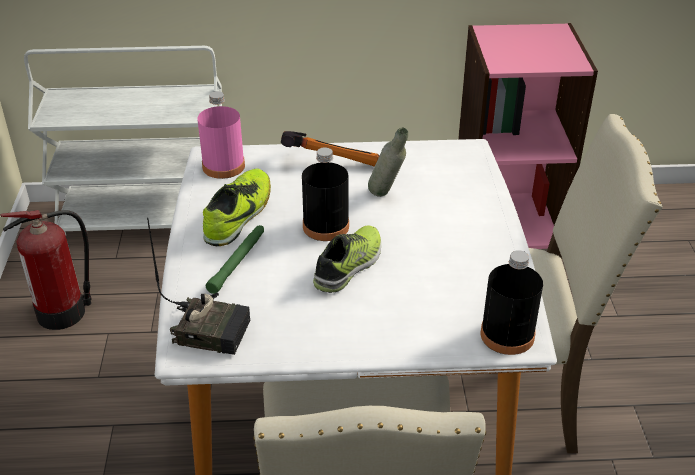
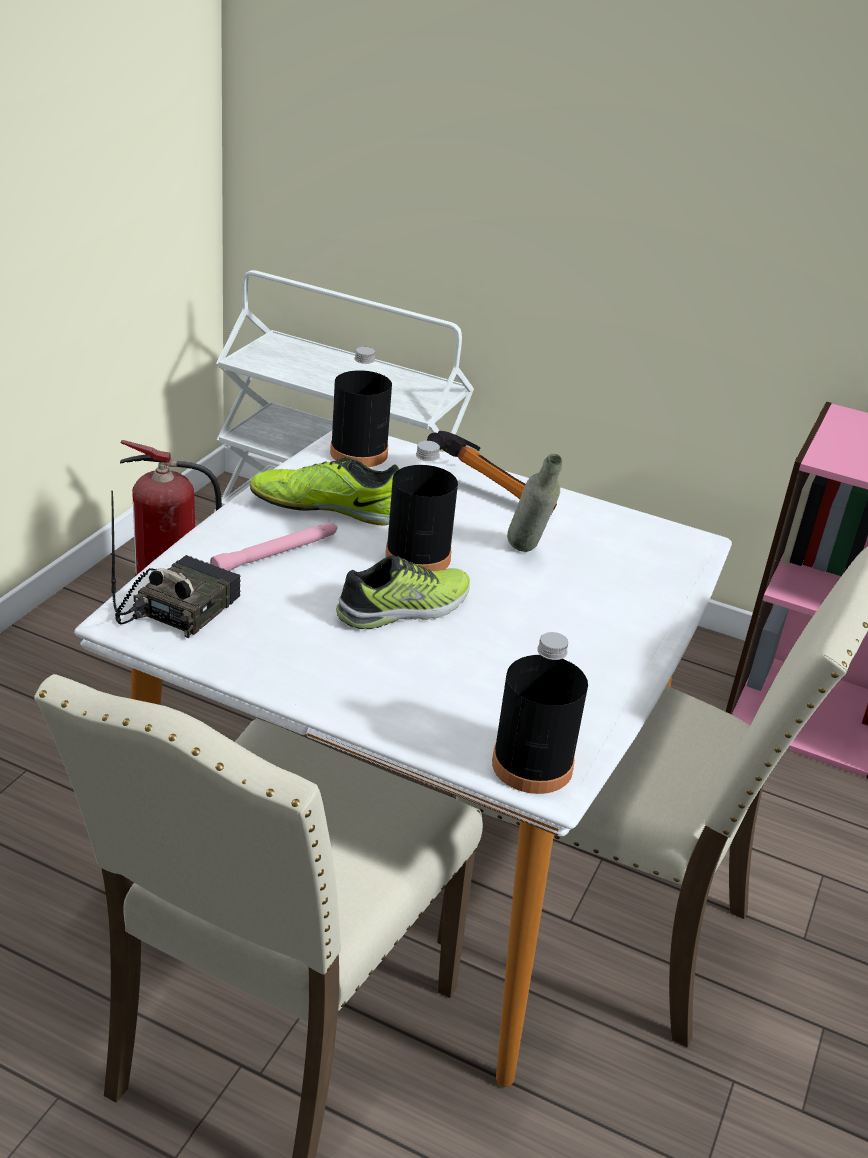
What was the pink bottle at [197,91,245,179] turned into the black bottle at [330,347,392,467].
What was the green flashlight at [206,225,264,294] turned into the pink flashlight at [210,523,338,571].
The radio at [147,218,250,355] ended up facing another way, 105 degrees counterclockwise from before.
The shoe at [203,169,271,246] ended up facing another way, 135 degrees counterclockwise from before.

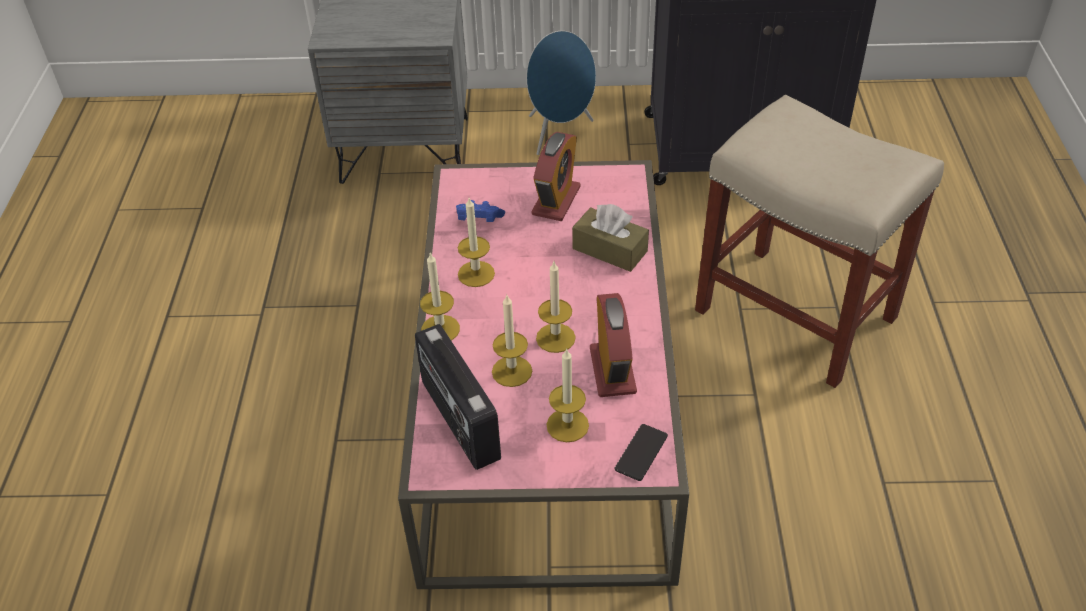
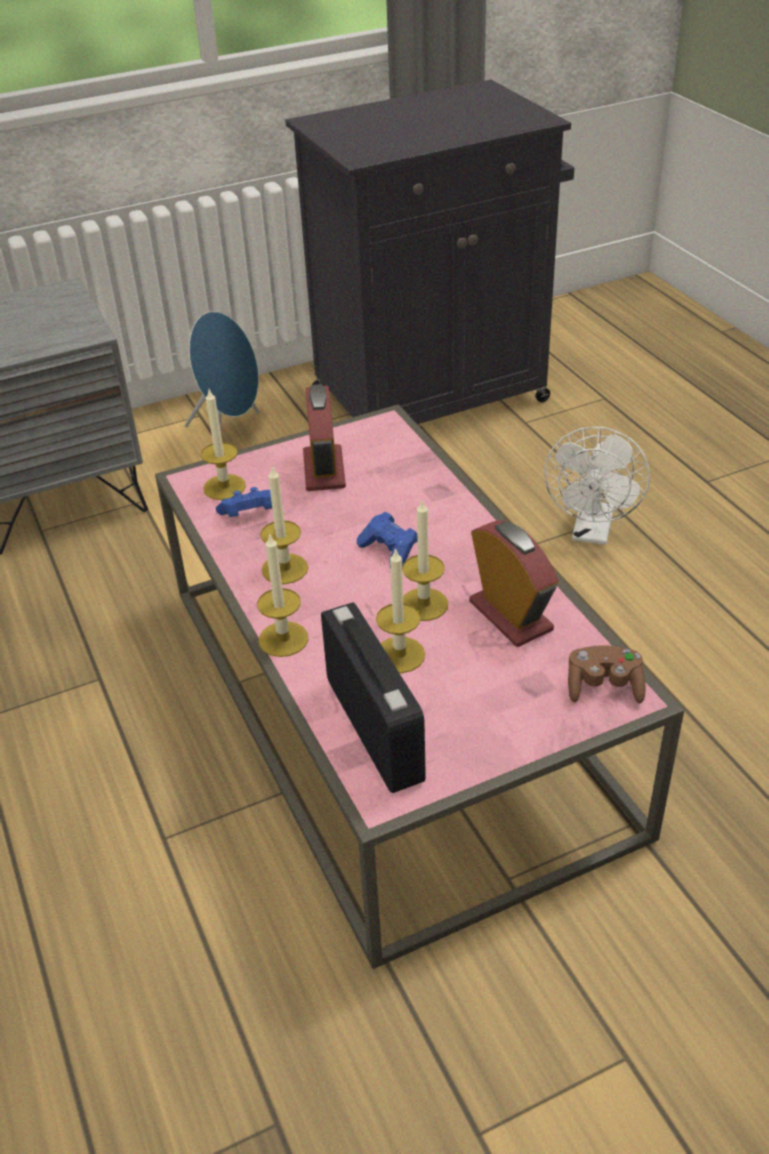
The second view lost the brown tissue box at [572,204,649,272].
The second view gained the blue game controller at [357,512,418,569].
The candle ended up elsewhere, having gone from [547,348,589,442] to [201,389,246,500].
Where the phone stood at [614,424,668,481], the brown game controller came to stand at [568,646,646,704].
Where the beige stool stood at [695,95,944,388], the white fan came to stand at [544,427,650,545].
The radio at [415,324,501,470] ended up facing another way, 150 degrees counterclockwise from before.

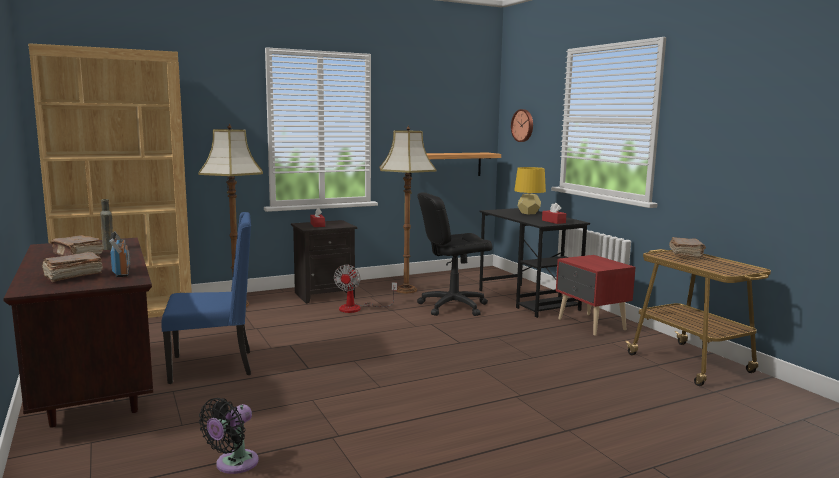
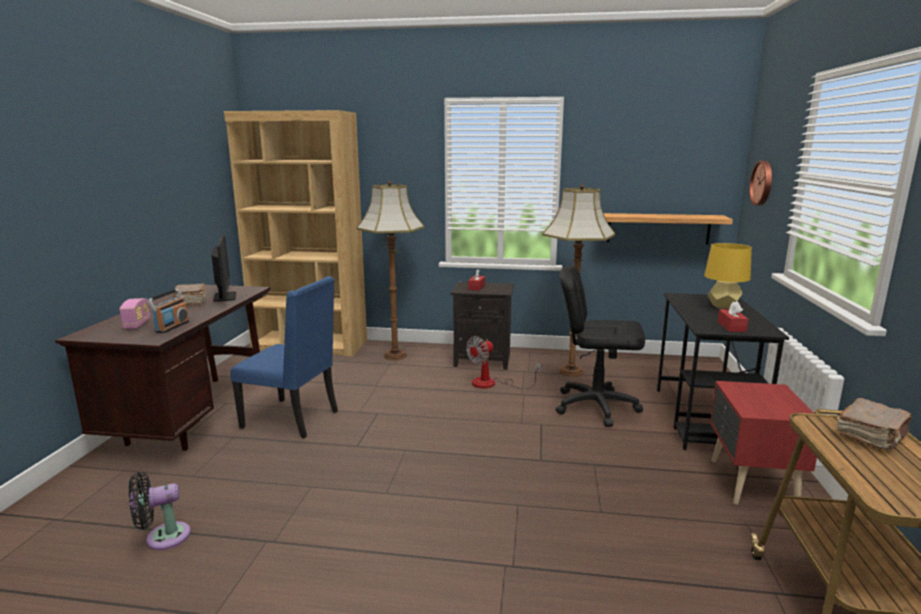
Where the brown book stood at [42,252,103,282], the radio came to stand at [120,298,150,329].
Where the brown bottle stood at [100,199,113,250], the monitor came to stand at [211,233,236,302].

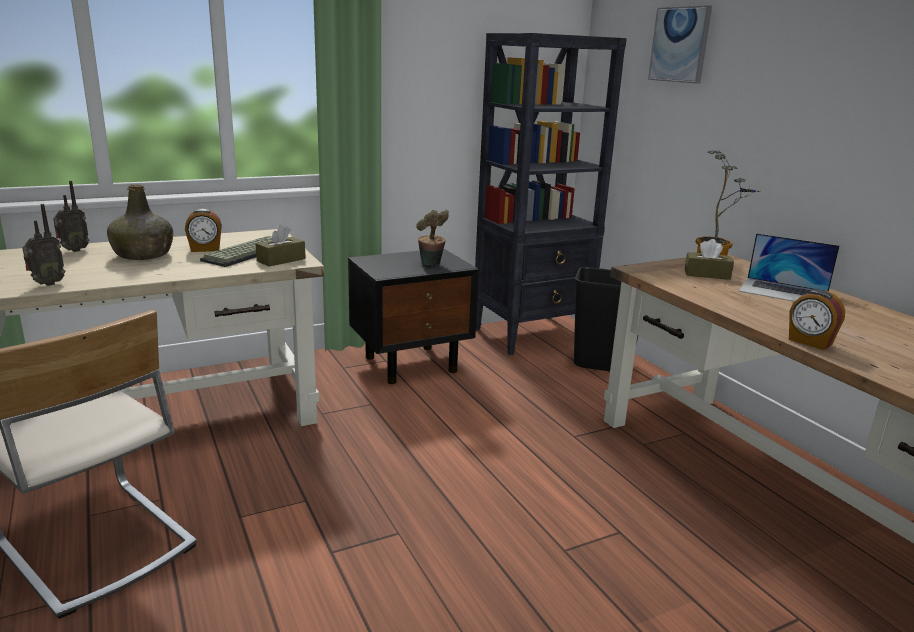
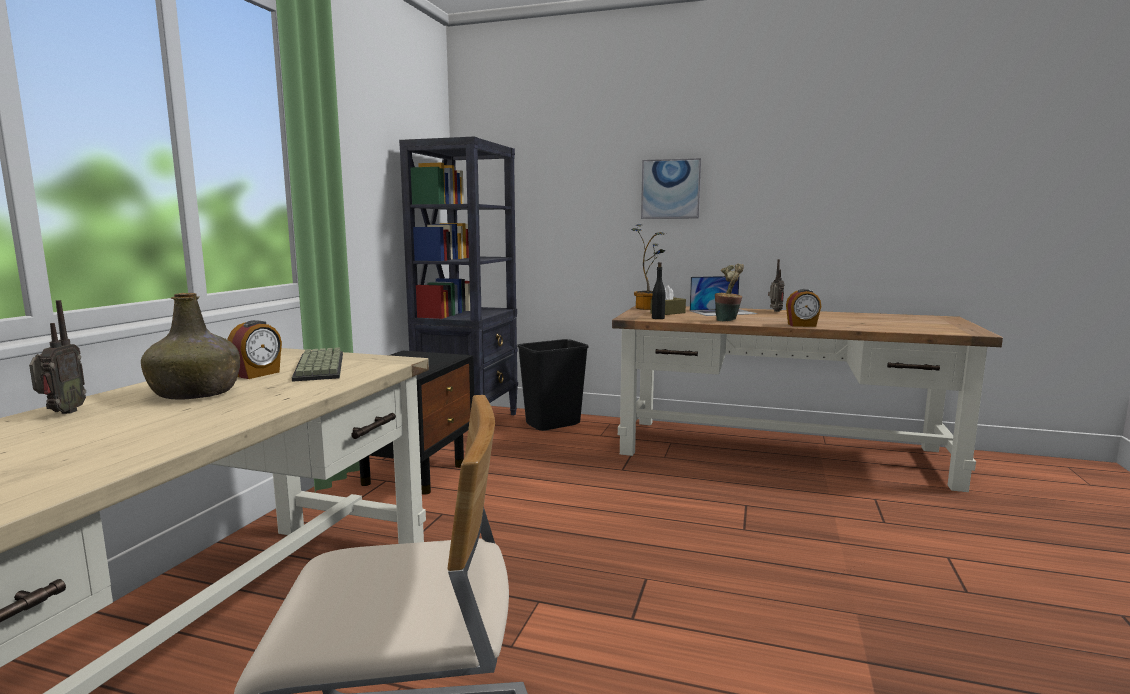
The second view lost the brown tissue box at [255,225,306,267].
The second view gained the black bottle at [652,262,665,319].
The radio ended up elsewhere, having gone from [22,204,65,286] to [768,259,784,312].
The potted plant ended up elsewhere, having gone from [416,209,449,265] to [715,264,744,322].
The picture ended up elsewhere, having gone from [648,5,712,84] to [641,158,701,219].

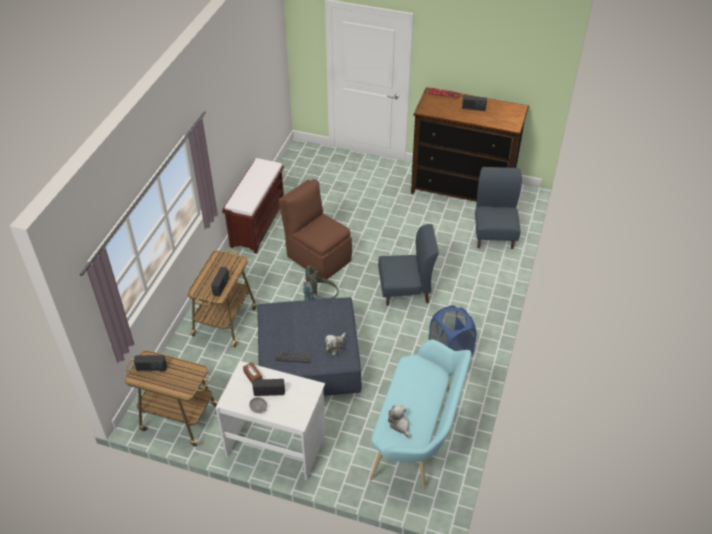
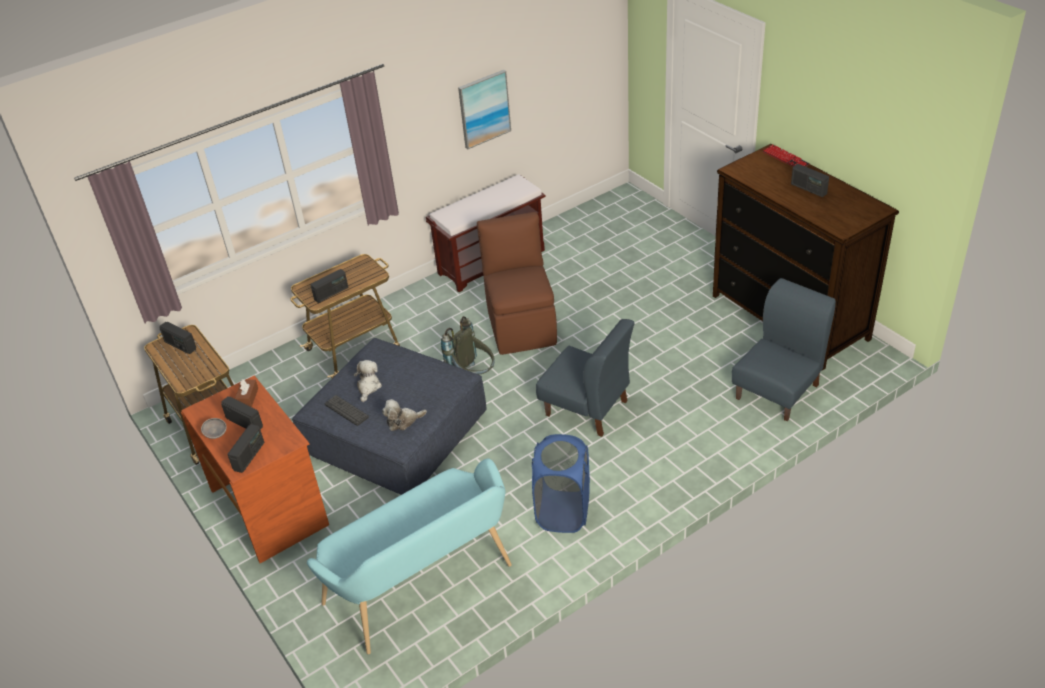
The second view gained the radio at [227,424,264,473].
The second view gained the picture at [458,70,511,149].
The plush toy ended up elsewhere, having gone from [388,405,411,438] to [354,360,382,402].
What was the white desk at [216,361,325,480] turned into the brown desk at [181,375,329,563].

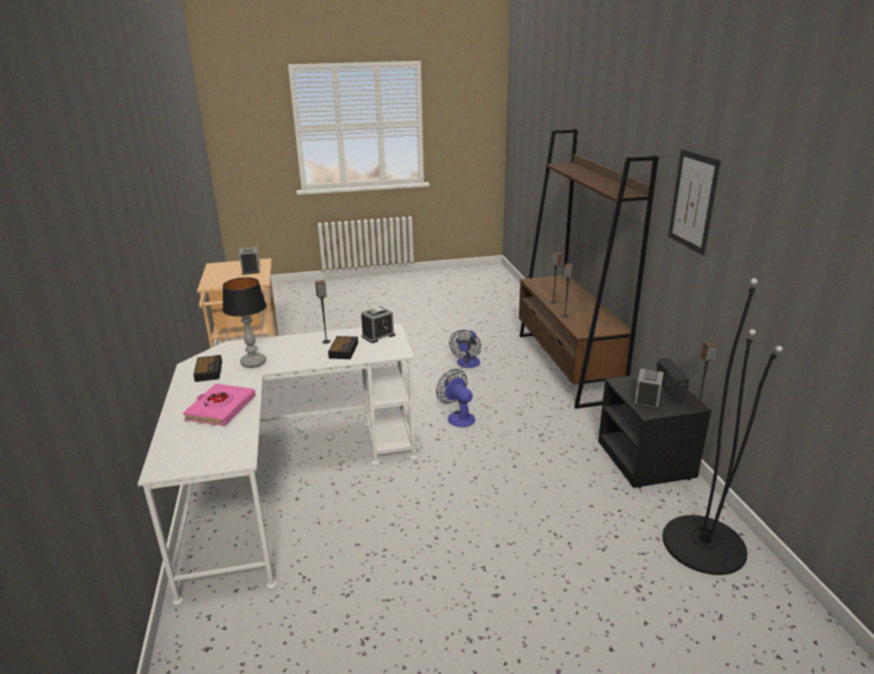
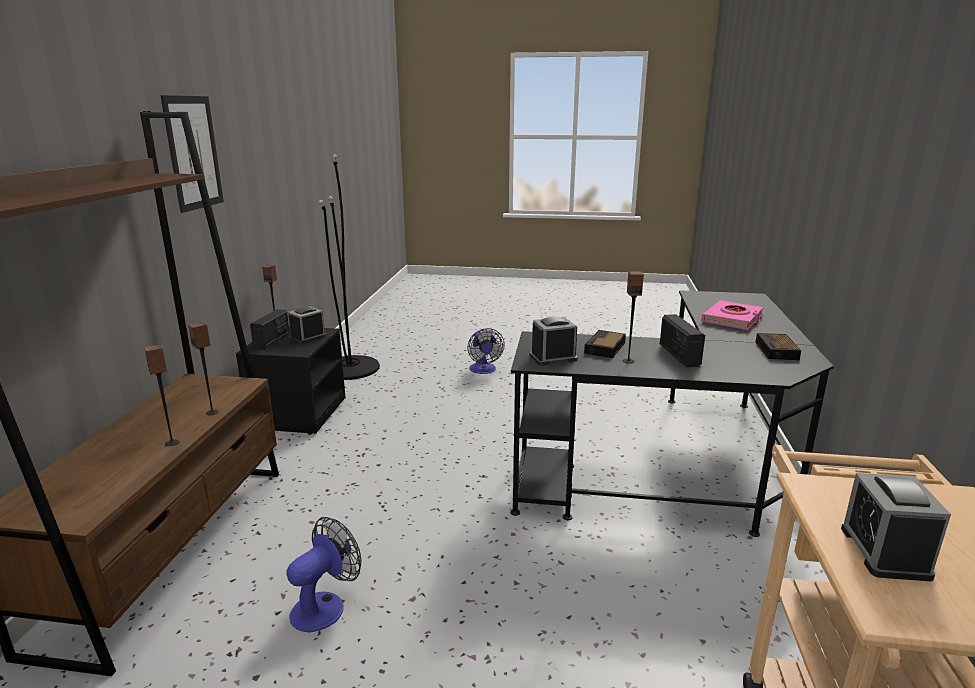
The second view lost the table lamp at [222,277,267,368].
The second view gained the radio at [660,314,705,367].
The fan ended up elsewhere, having gone from [436,369,475,428] to [467,328,505,374].
What was the white desk at [138,323,417,605] turned into the black desk at [510,290,834,537].

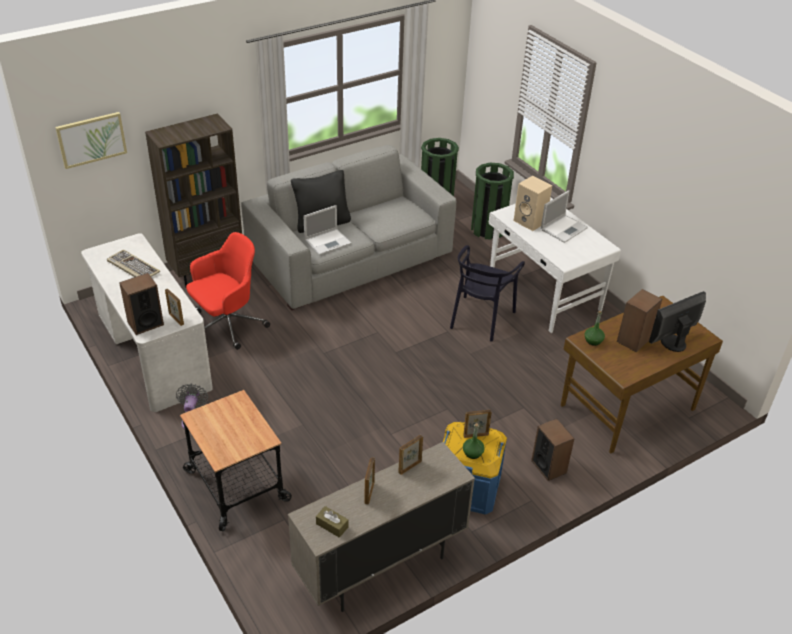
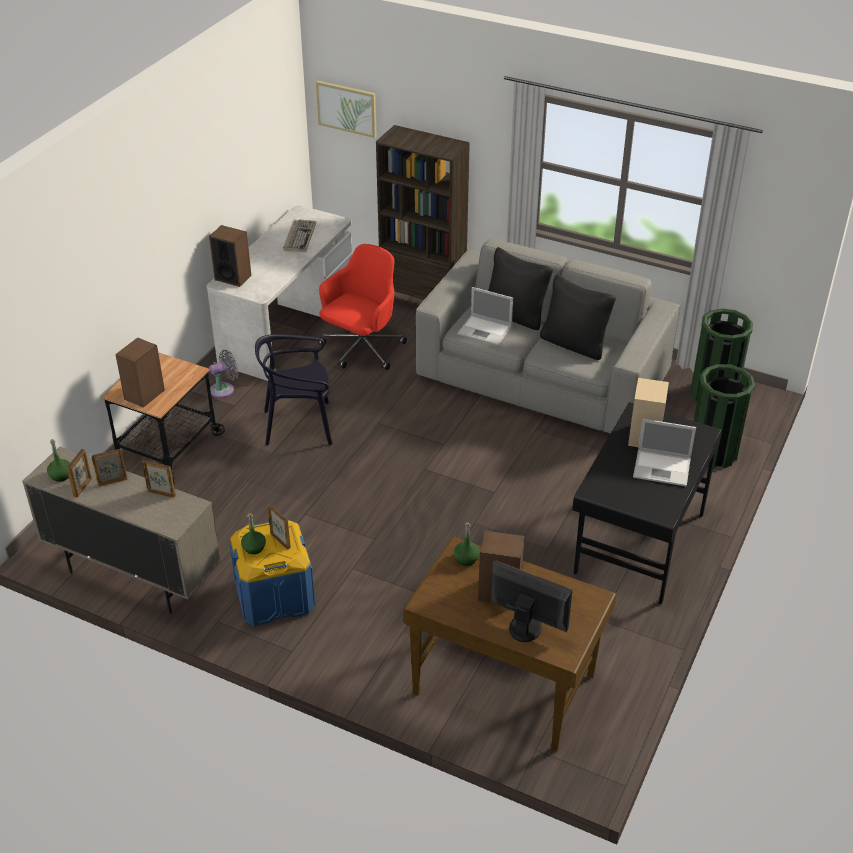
The second view gained the black pillow at [540,275,616,360].
The picture frame ended up elsewhere, having gone from [165,289,184,326] to [67,449,92,498].
The black chair ended up elsewhere, having gone from [450,245,525,342] to [255,334,333,445].
The speaker ended up elsewhere, having gone from [531,419,575,481] to [115,337,165,408].
Where the brown tissue box stood at [316,506,349,538], the green bottle came to stand at [47,439,70,482].
What was the white desk at [489,197,621,333] turned into the black desk at [572,402,722,604].
The red office chair at [186,232,270,350] ended up facing another way, 75 degrees counterclockwise from before.

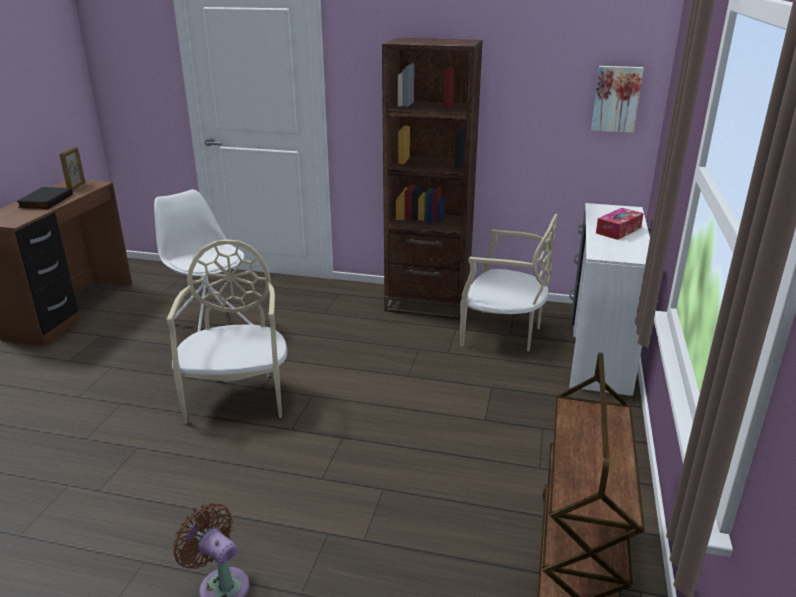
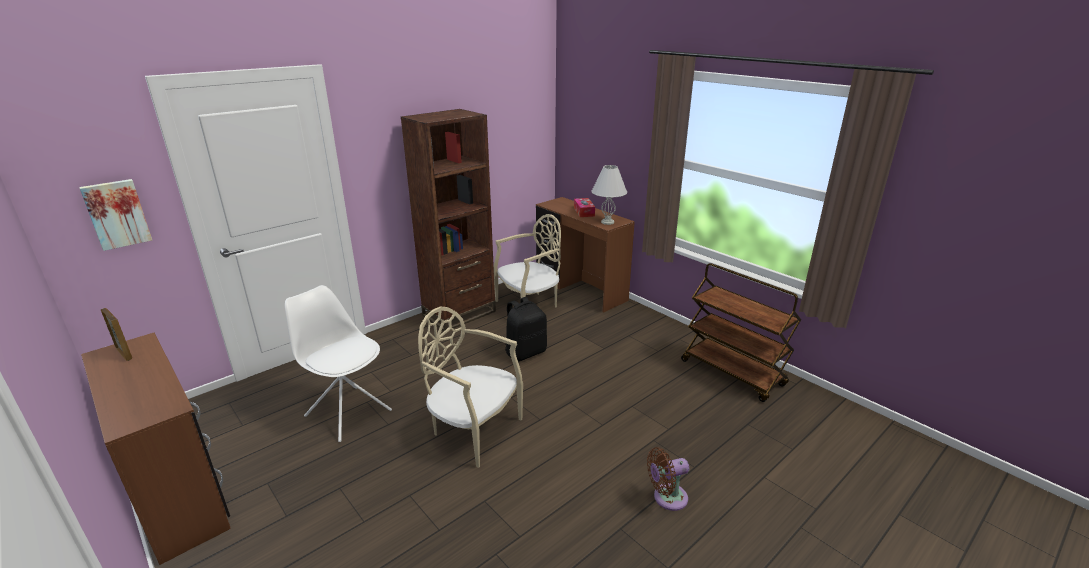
The second view lost the black book at [16,187,73,209].
The second view gained the black backpack at [505,297,547,361].
The second view gained the white table lamp at [592,165,627,225].
The picture ended up elsewhere, having gone from [591,66,644,133] to [79,179,152,251].
What was the white desk at [569,203,650,396] turned into the brown desk at [536,197,635,313].
The white chair at [154,189,253,332] ended up facing another way, 45 degrees clockwise from before.

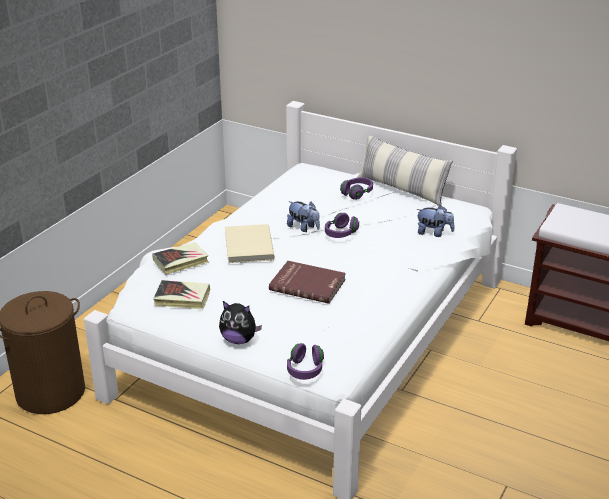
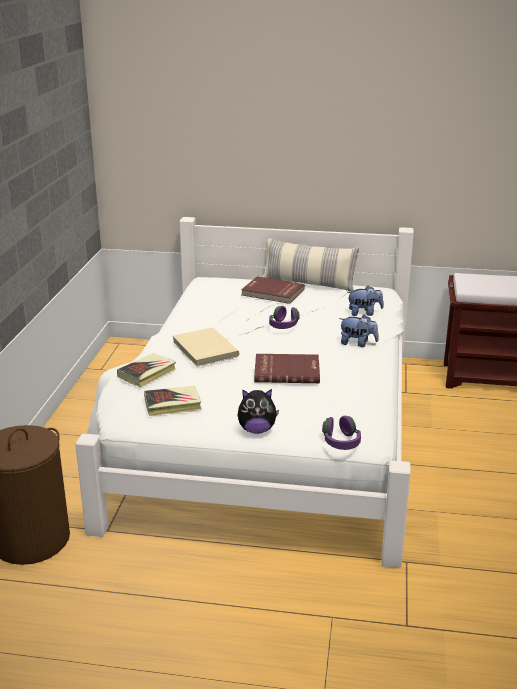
The plush toy ended up elsewhere, having gone from [287,201,320,232] to [339,314,379,347].
Where the purple headphones stood at [340,177,373,200], the red book came to stand at [241,276,305,304].

